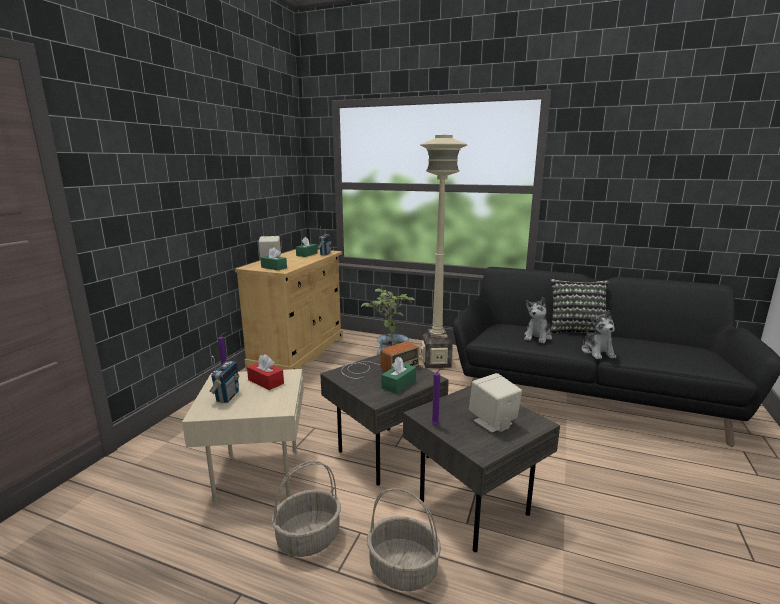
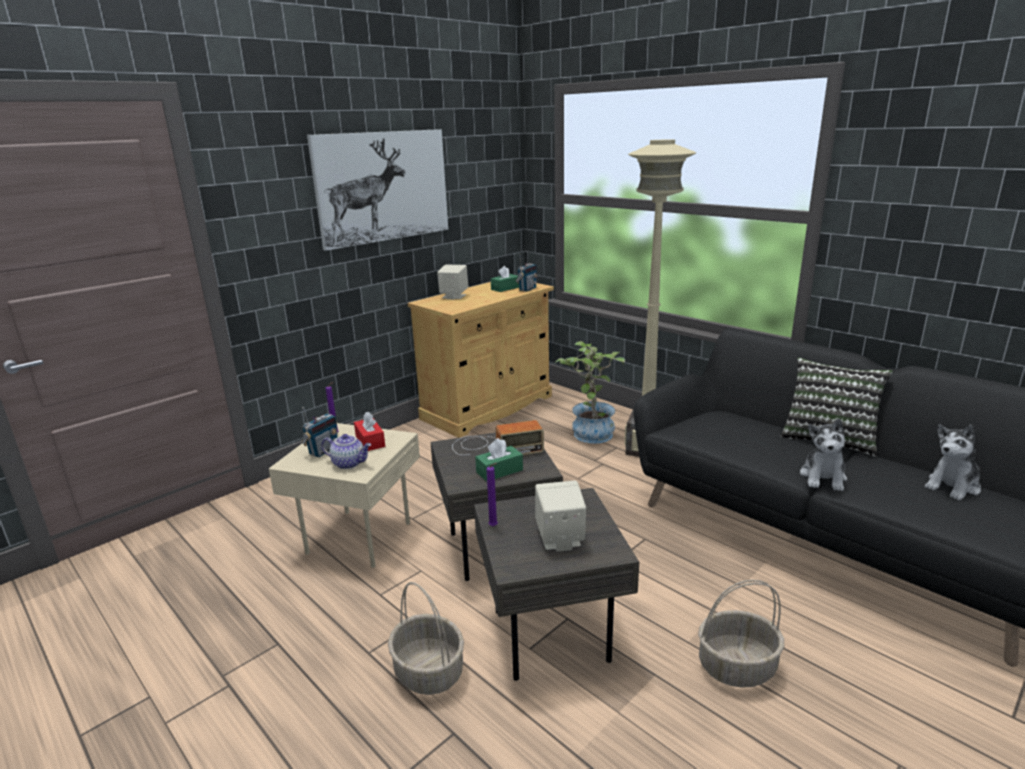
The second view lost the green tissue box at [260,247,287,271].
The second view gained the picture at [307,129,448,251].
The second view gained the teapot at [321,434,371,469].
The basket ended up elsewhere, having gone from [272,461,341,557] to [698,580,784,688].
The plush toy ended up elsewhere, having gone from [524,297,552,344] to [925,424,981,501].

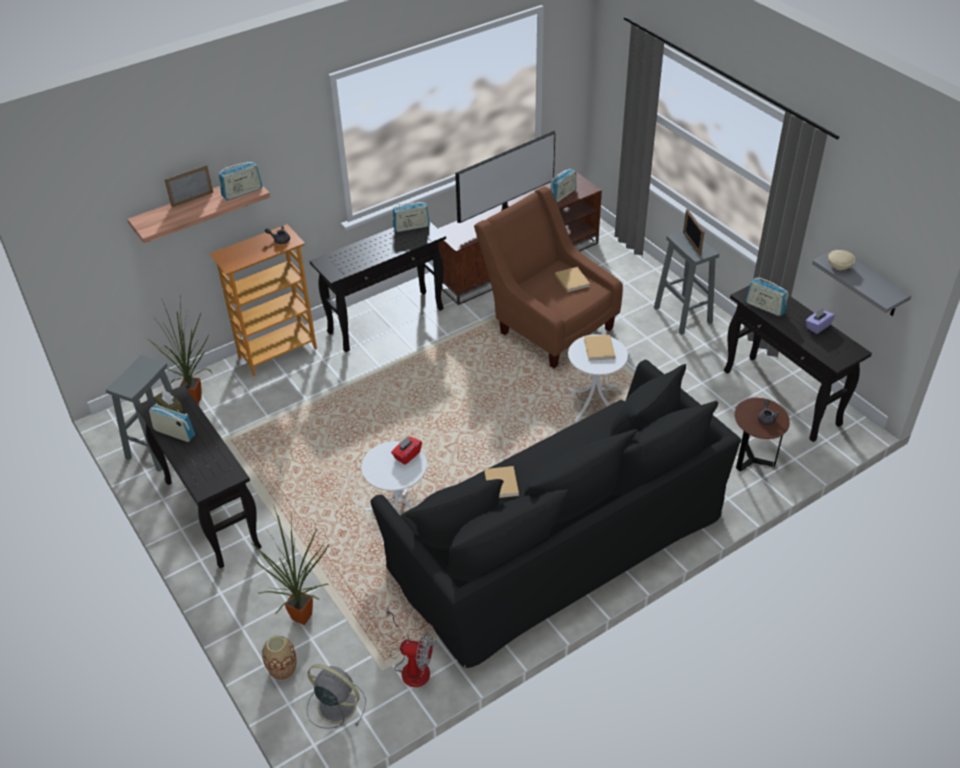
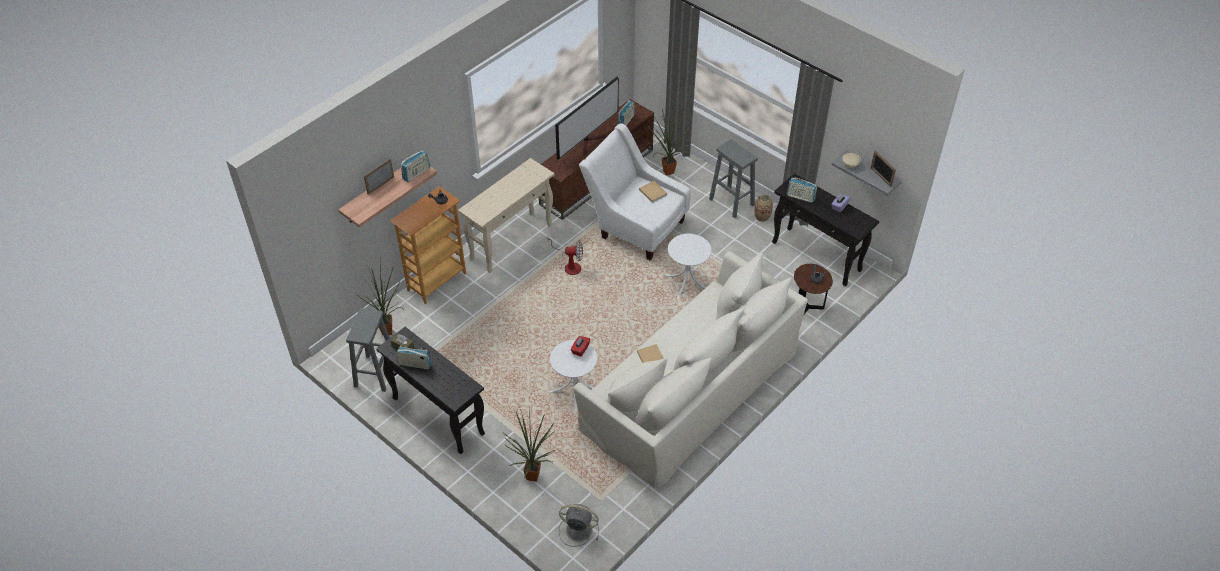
The second view lost the radio at [393,202,430,232].
The second view lost the beige book at [584,335,615,361].
The second view gained the potted plant at [648,108,689,175].
The vase ended up elsewhere, having gone from [262,635,297,681] to [754,194,773,222].
The fan ended up elsewhere, having gone from [386,606,433,687] to [548,239,583,275].
The picture frame ended up elsewhere, having gone from [683,209,705,255] to [870,151,896,187].
What was the black console table at [310,221,446,352] turned into the beige console table at [458,158,554,273].
What was the black sofa at [370,359,741,668] turned into the beige sofa at [573,251,808,488].
What was the brown armchair at [474,186,623,368] turned into the white armchair at [579,123,691,260].

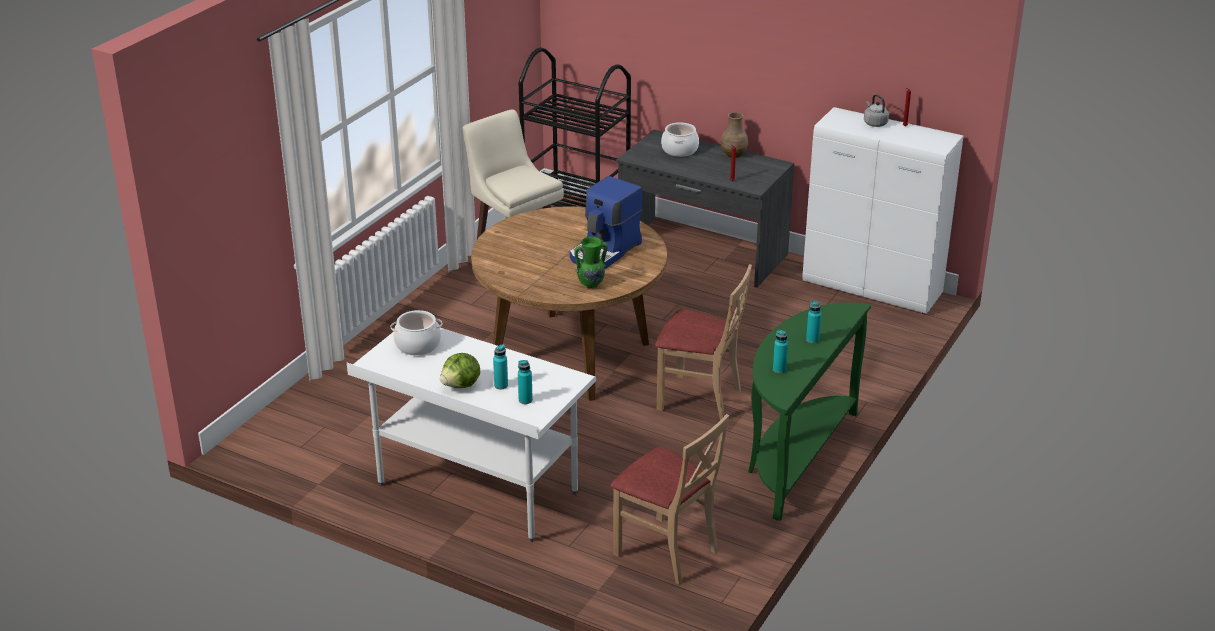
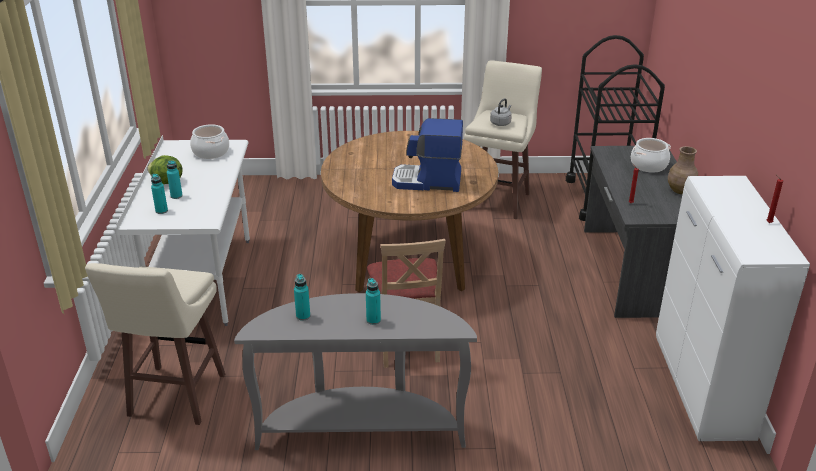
The second view lost the green vase at [574,237,608,288].
The grey kettle ended up elsewhere, having gone from [864,94,889,127] to [490,98,512,126].
Where the beige chair stood at [611,414,729,585], the beige stool came to stand at [85,263,225,425].
What was the green console table at [748,302,871,521] turned into the grey console table at [234,293,477,450].

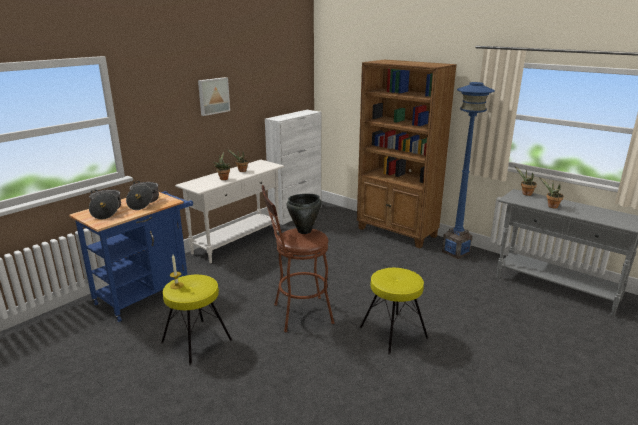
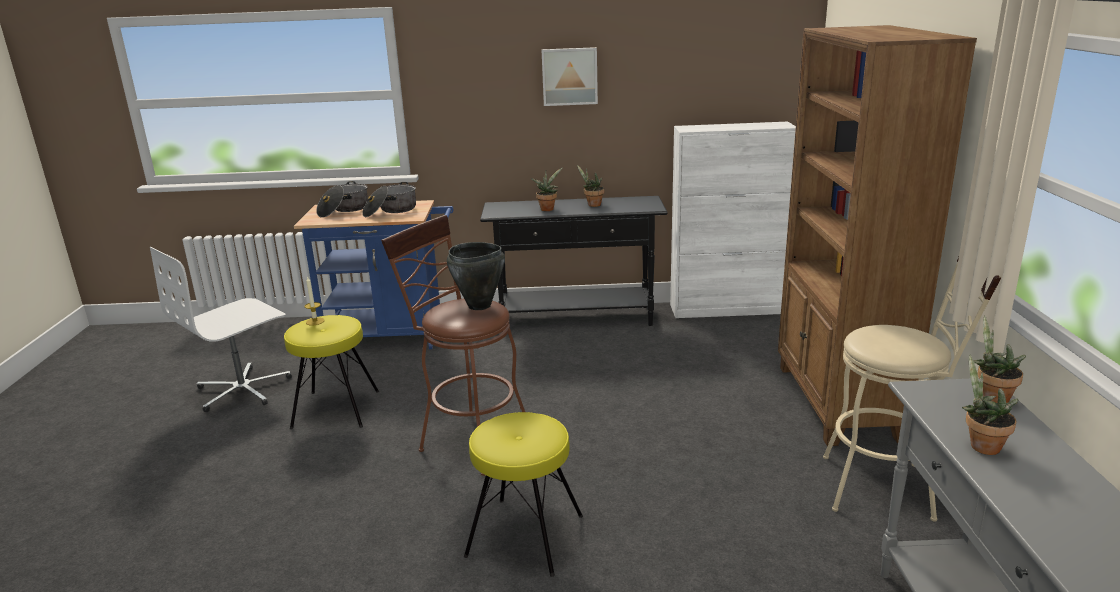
The second view gained the white office chair at [150,247,292,412].
Where the blue floor lamp stood at [442,82,495,259], the beige stool came to stand at [823,257,1001,521].
What was the white console table at [175,160,284,263] turned into the black console table at [480,196,668,332].

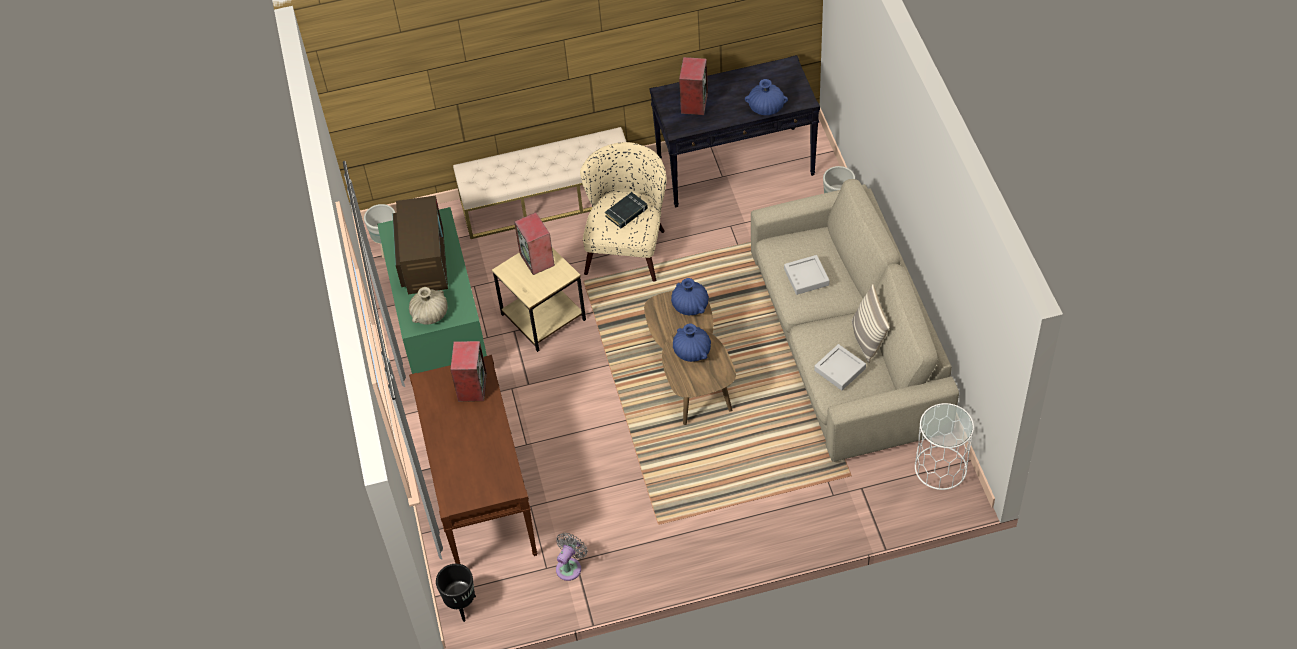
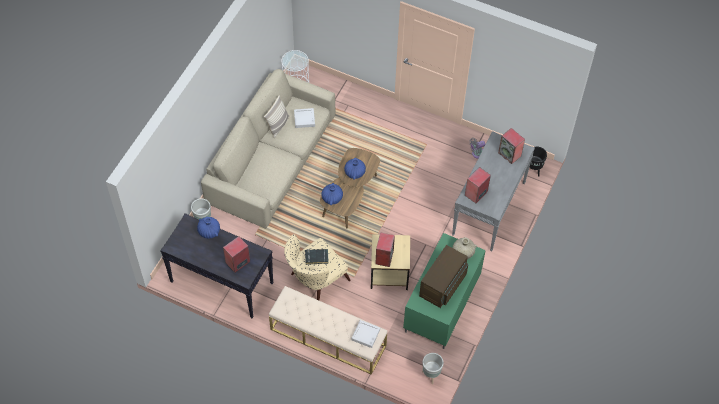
The second view gained the speaker at [498,128,525,164].
The grey tray ended up elsewhere, having gone from [784,255,830,295] to [352,320,380,348].
What was the brown console table at [409,355,538,564] turned into the grey console table at [452,131,535,251].

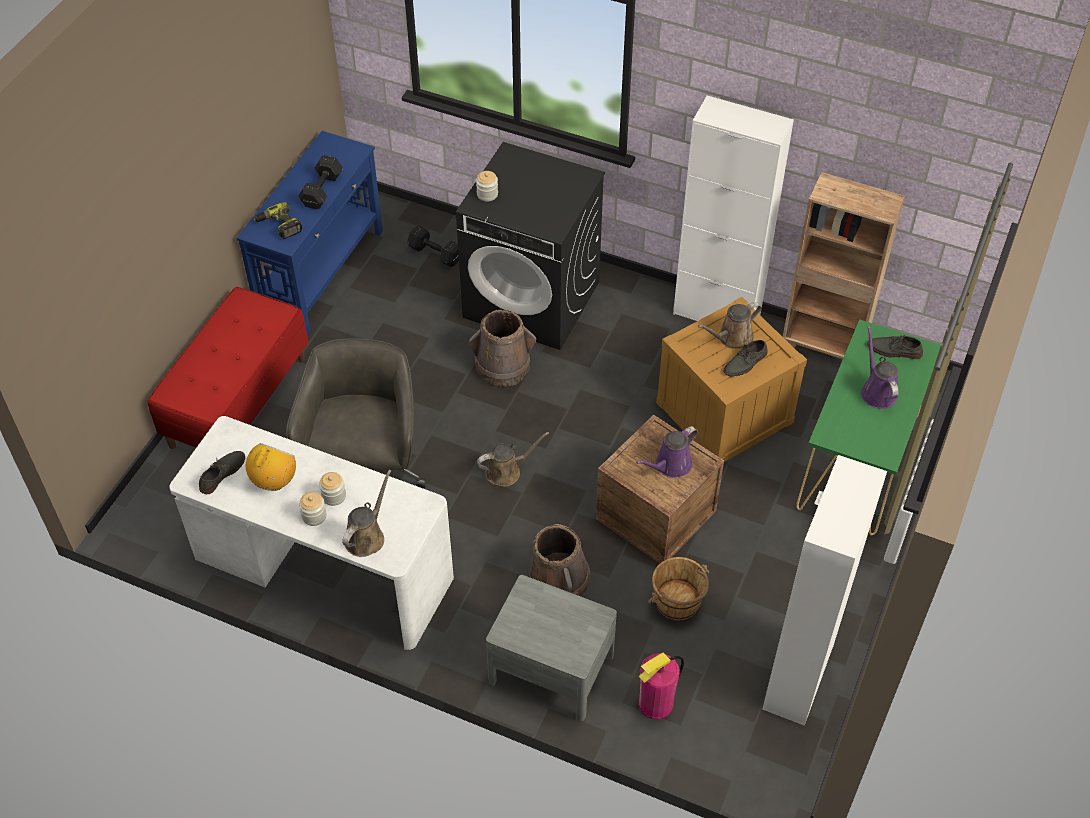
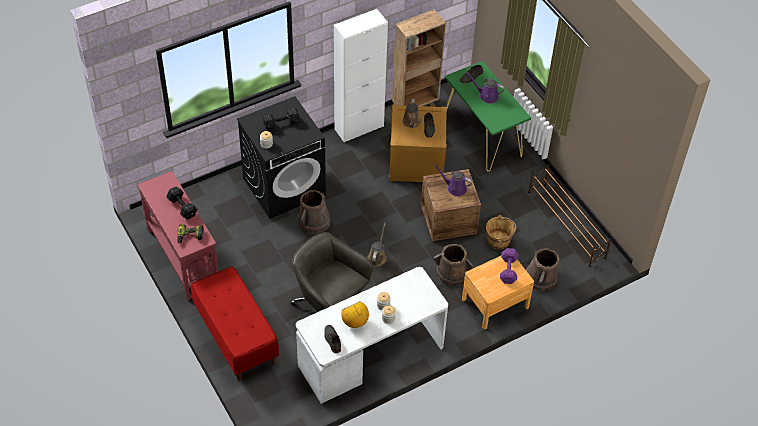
The second view lost the brown watering can at [342,470,391,557].
The second view gained the purple dumbbell at [500,248,519,284].
The black dumbbell ended up elsewhere, having gone from [407,225,459,267] to [263,107,299,130].
Where the fire extinguisher stood at [638,653,684,720], the brown bucket came to stand at [526,248,559,292].
Where the white cabinet stood at [762,455,887,726], the brown shoe rack came to stand at [528,165,611,267].
What was the blue console table at [236,131,383,337] turned into the red console table at [138,171,219,300].
What was the grey nightstand at [486,575,617,721] turned into the brown nightstand at [462,256,534,330].
The purple watering can at [636,426,698,478] ended up facing another way, 120 degrees clockwise from before.

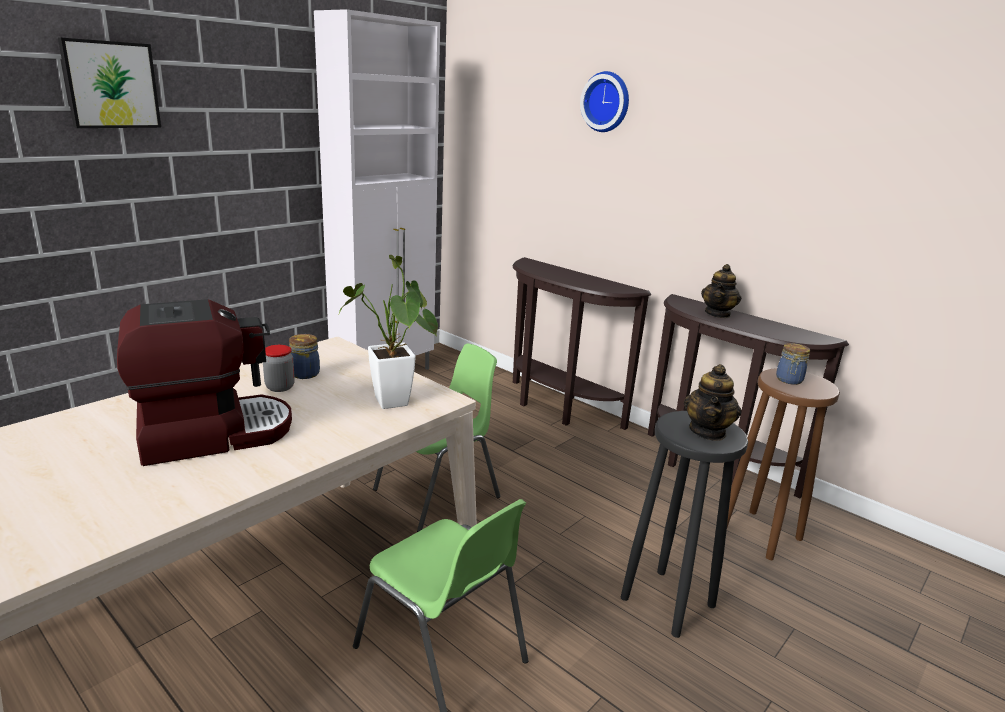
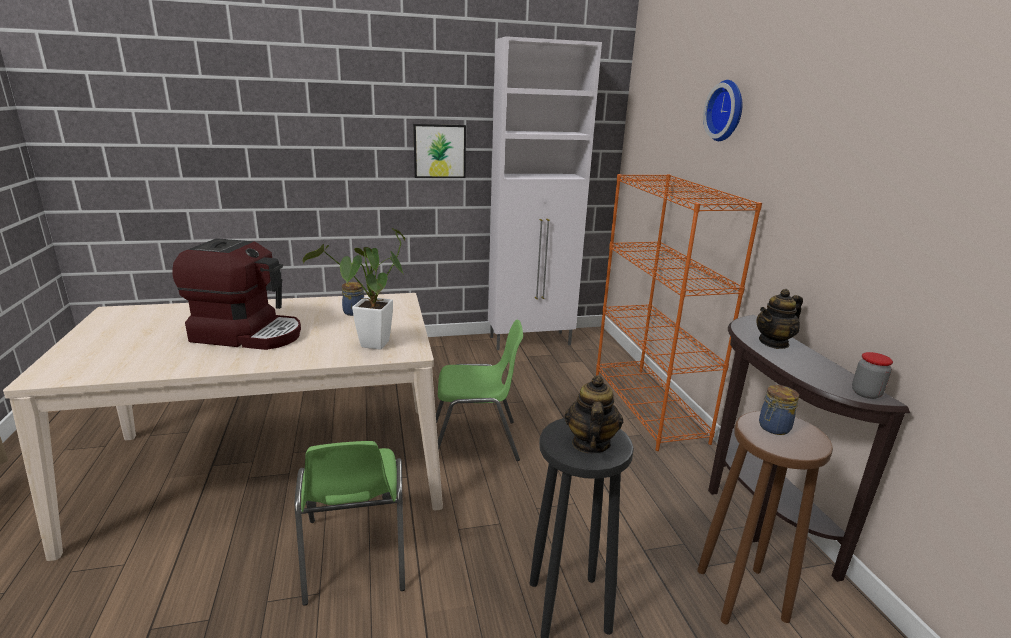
The picture ended up elsewhere, having gone from [58,37,161,128] to [413,124,466,178].
The jar ended up elsewhere, having gone from [263,345,295,392] to [852,352,893,399].
Where the brown console table stood at [513,257,652,430], the orange bookcase came to stand at [596,174,762,451].
The teapot at [684,364,742,441] ended up facing another way, 135 degrees clockwise from before.

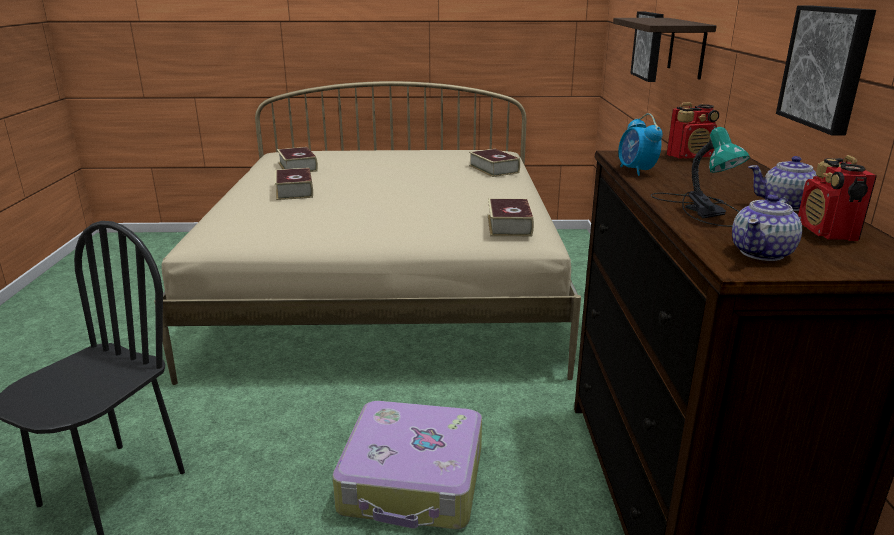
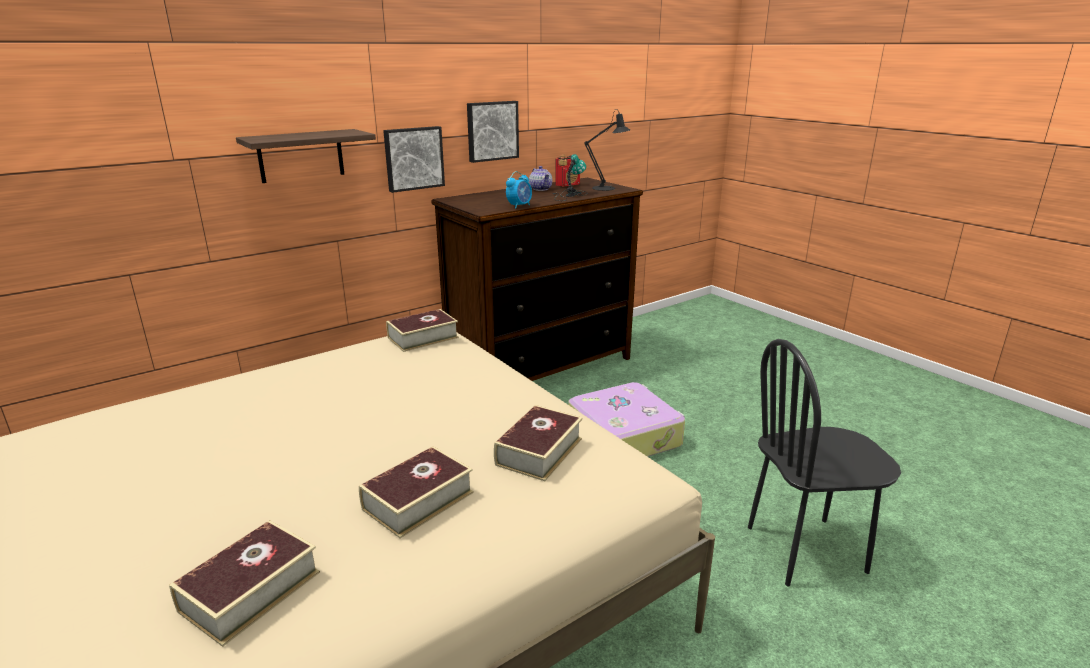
The second view lost the radio at [667,102,719,159].
The book ended up elsewhere, having gone from [469,149,520,177] to [494,405,583,481].
The picture ended up elsewhere, having gone from [630,11,664,82] to [383,126,445,193].
Where the teapot stood at [732,194,802,261], the black table lamp came to stand at [584,109,630,191].

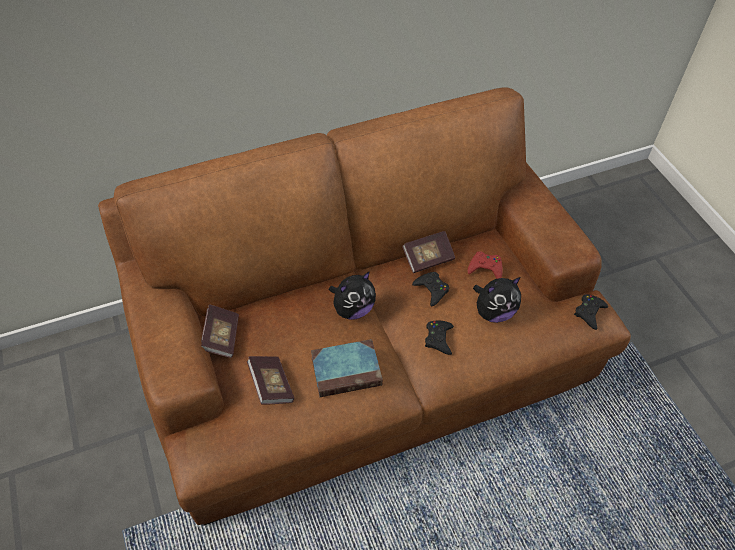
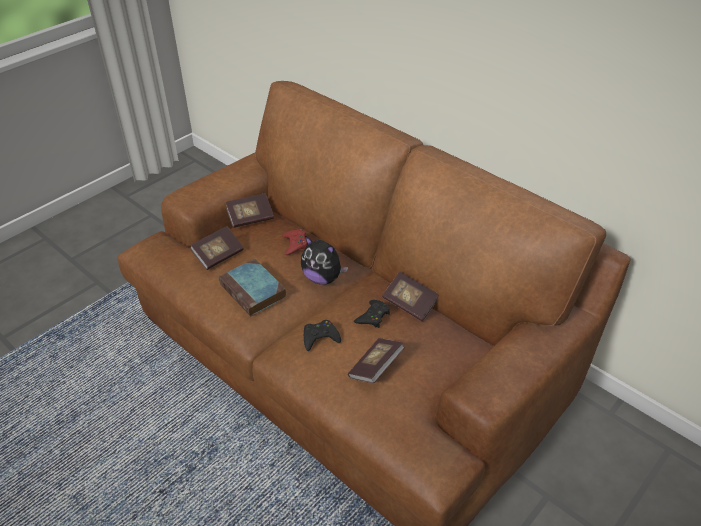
The second view lost the black game controller at [574,294,608,330].
The red game controller ended up elsewhere, having gone from [468,252,503,279] to [282,229,307,255].
Where the plush toy stood at [473,277,521,323], the book came to stand at [348,338,405,383].

